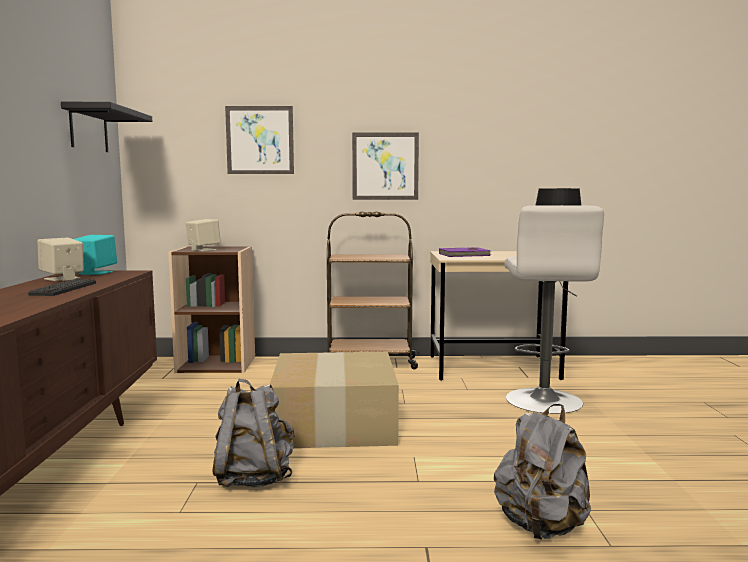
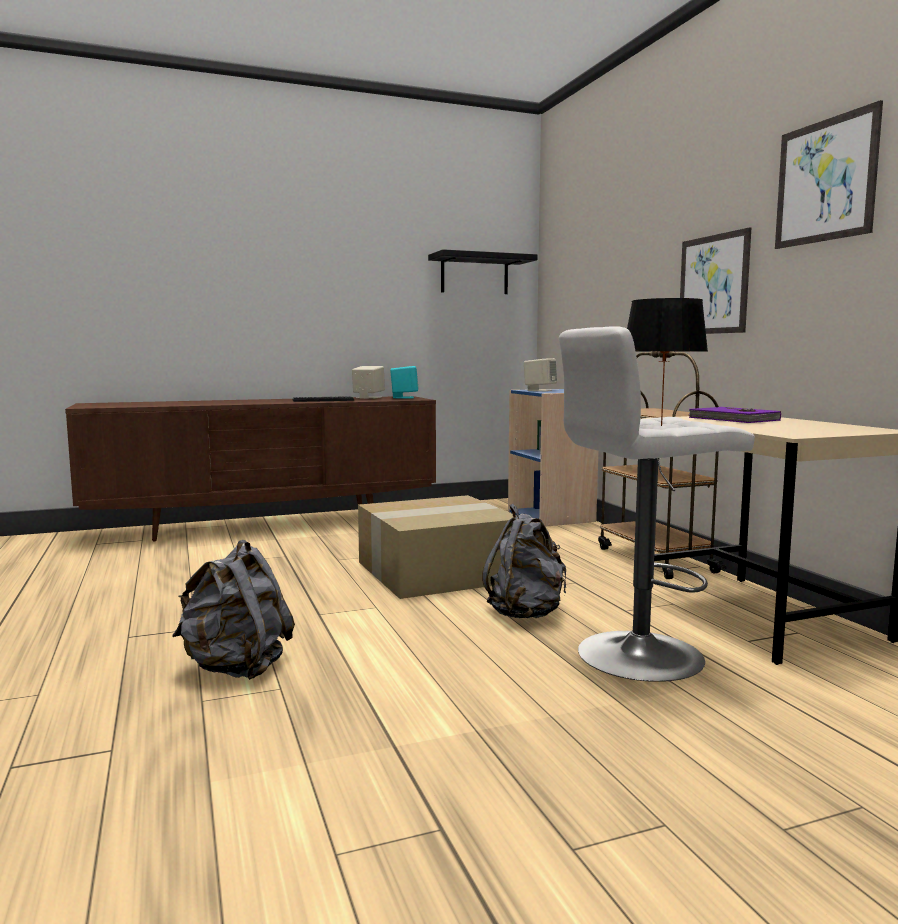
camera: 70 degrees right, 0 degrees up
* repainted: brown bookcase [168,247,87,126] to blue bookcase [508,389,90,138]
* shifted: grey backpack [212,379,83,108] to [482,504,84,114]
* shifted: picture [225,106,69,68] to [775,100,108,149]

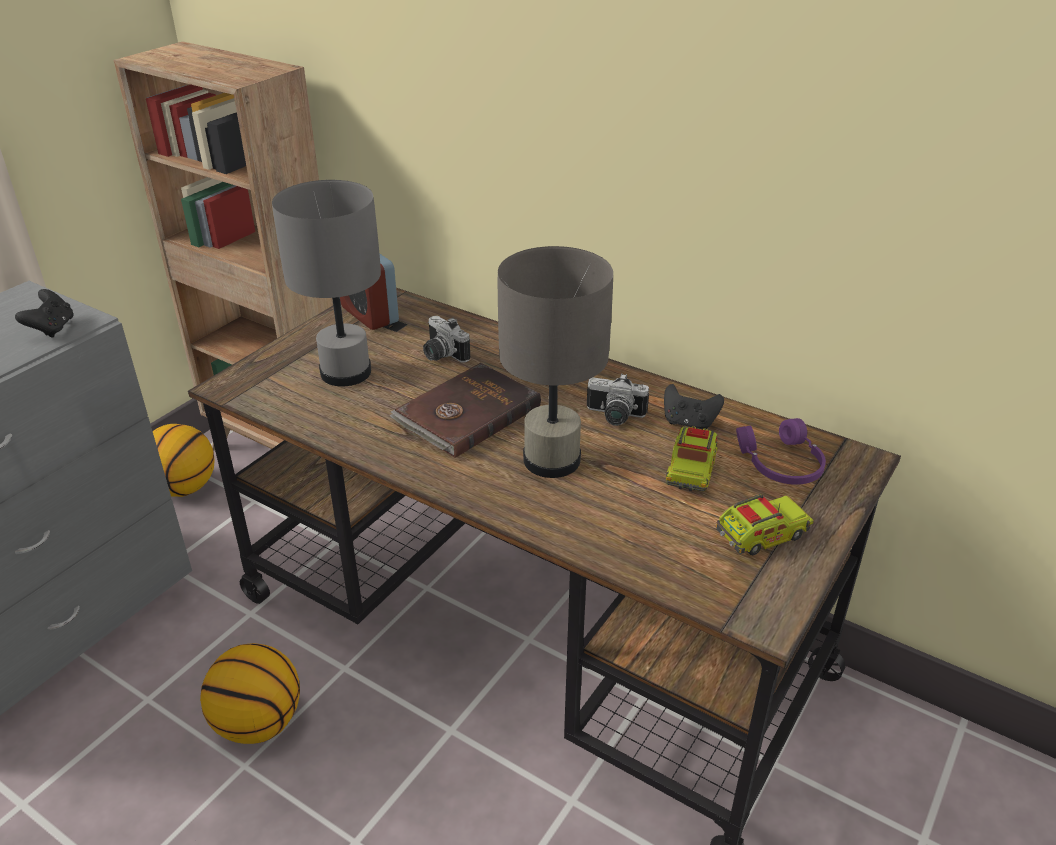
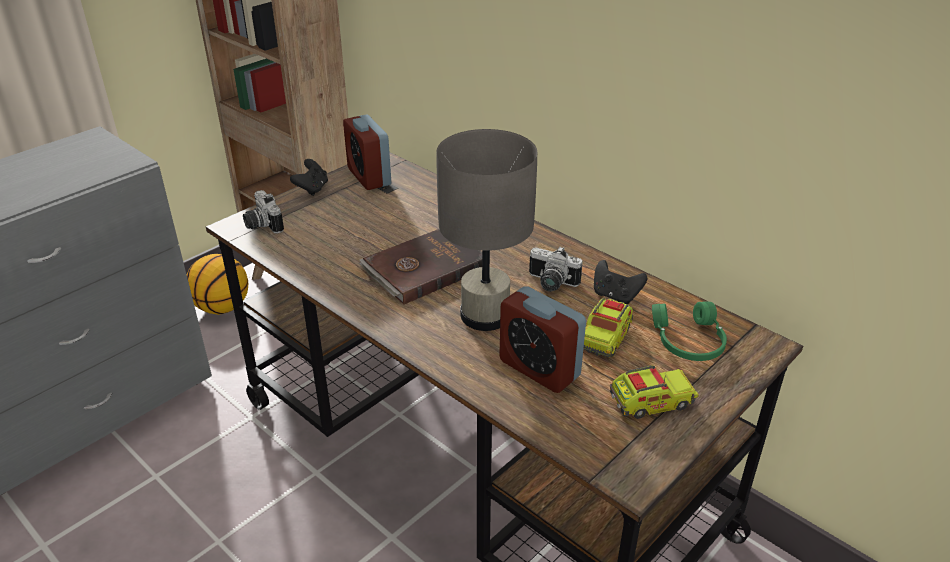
camera: 10 degrees right, 0 degrees up
* shifted: black game controller [15,289,59,49] to [290,159,38,37]
* gone: basketball [200,643,100,101]
* gone: grey table lamp [272,180,109,206]
* shifted: photo camera [423,316,47,47] to [243,190,41,43]
* repainted: purple headphones [736,418,90,67] to green headphones [652,302,75,59]
* new: alarm clock [499,286,87,107]

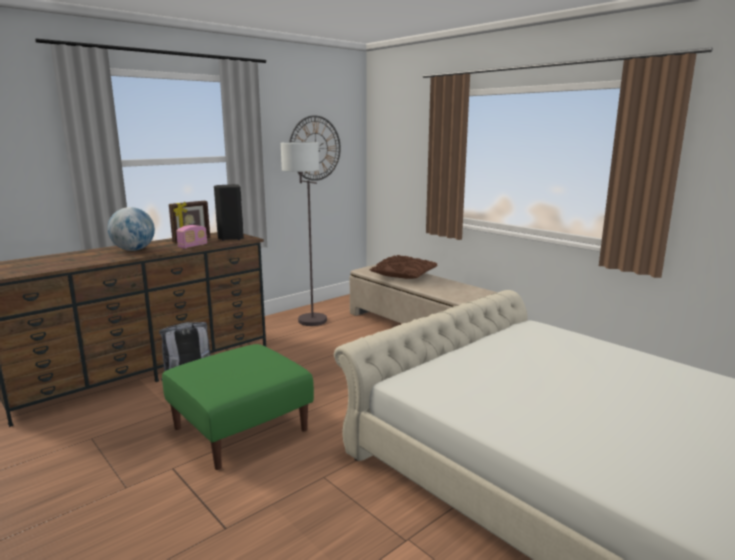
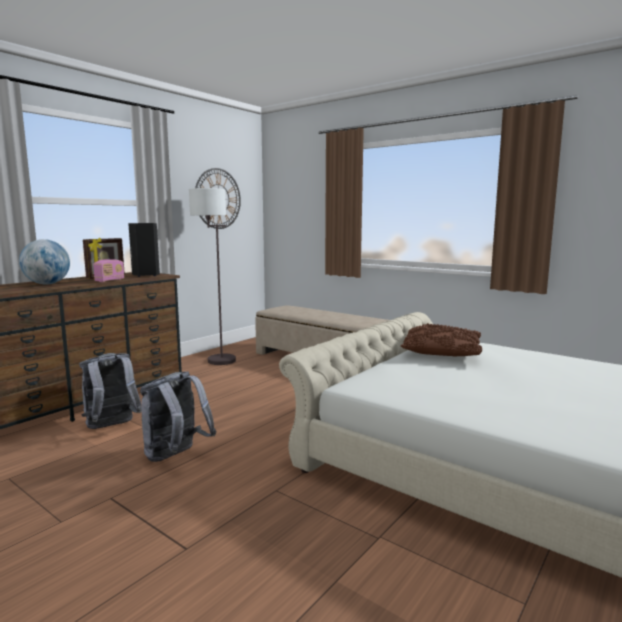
camera: 10 degrees left, 5 degrees down
* swapped: green ottoman [162,344,152,126] to grey backpack [140,372,76,90]
* shifted: brown pillow [369,255,69,24] to [401,323,81,34]

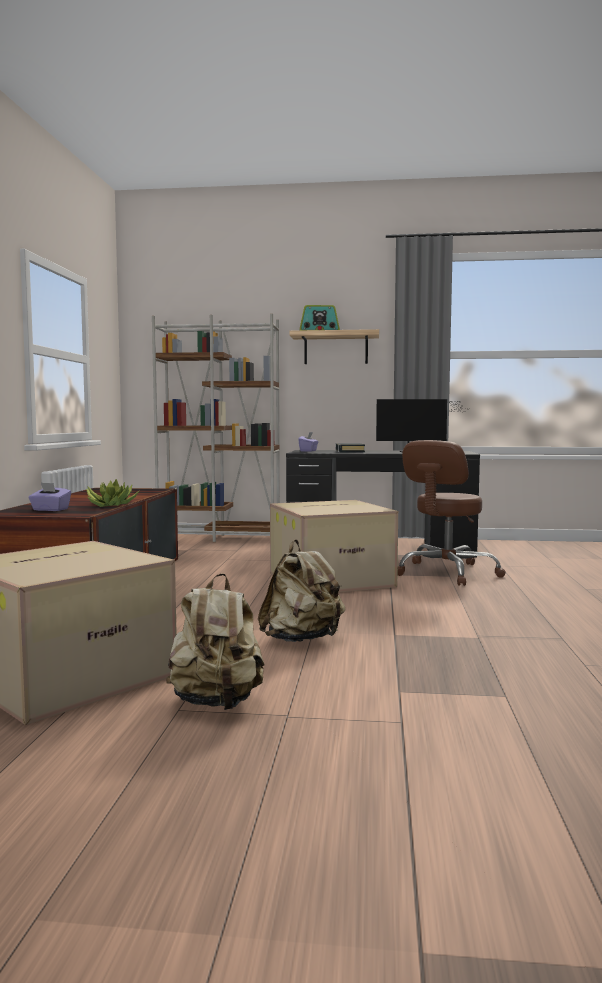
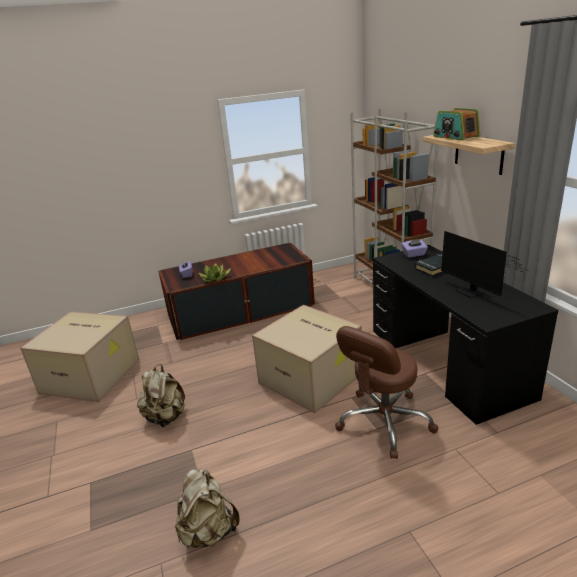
camera: 65 degrees right, 20 degrees up
* shifted: beige backpack [166,573,99,137] to [175,469,65,79]
* rotated: brown office chair [397,440,109,146] = [335,326,103,133] 60 degrees counterclockwise

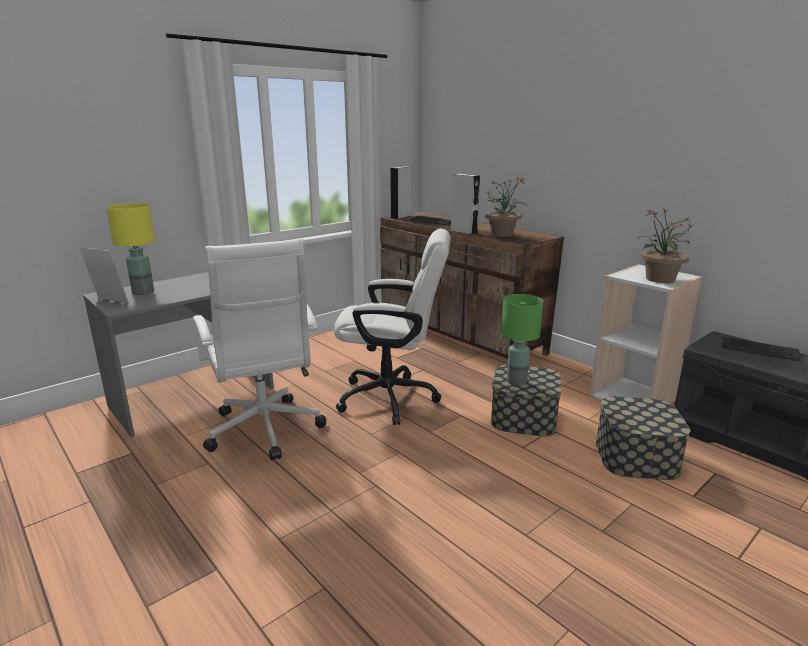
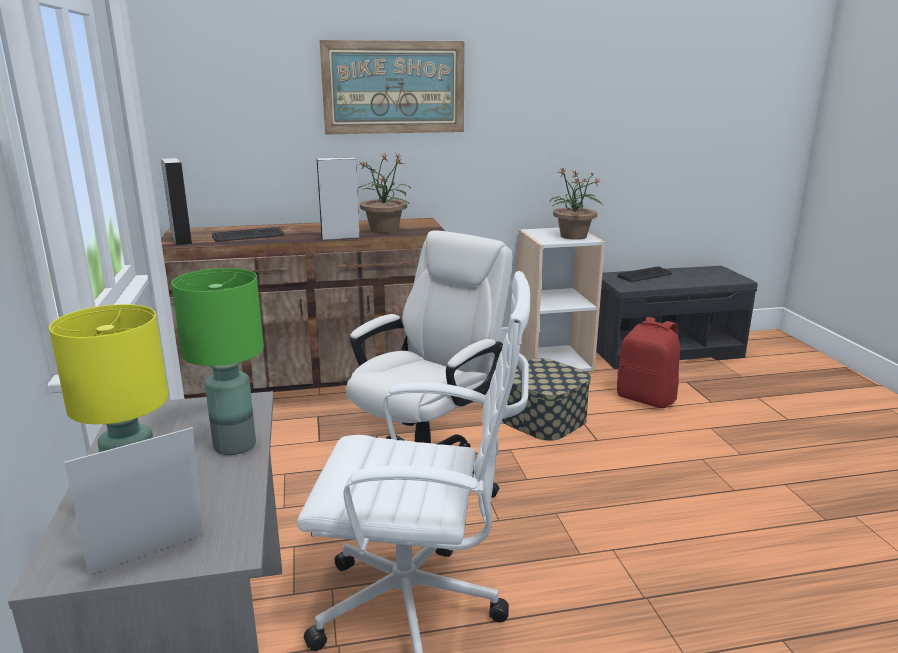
camera: 60 degrees left, 0 degrees up
* shifted: green table lamp [501,294,42,92] to [171,268,93,187]
* swapped: storage box [596,396,95,84] to red backpack [617,317,63,91]
* new: picture [320,40,145,94]

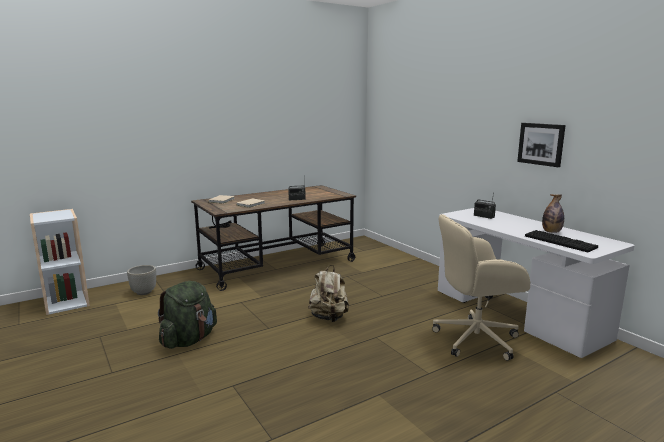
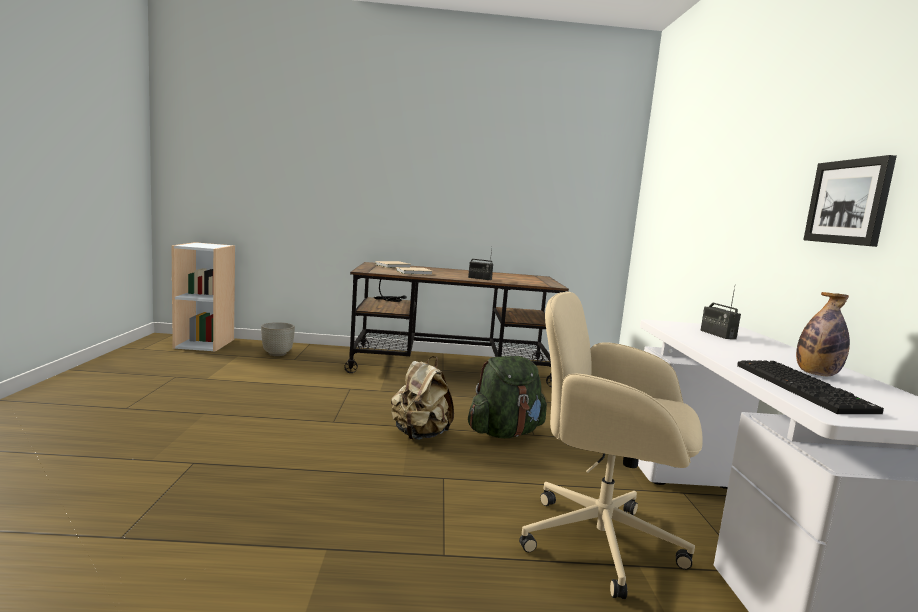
camera: 30 degrees right, 5 degrees down
* shifted: green backpack [158,281,59,68] to [468,356,79,82]

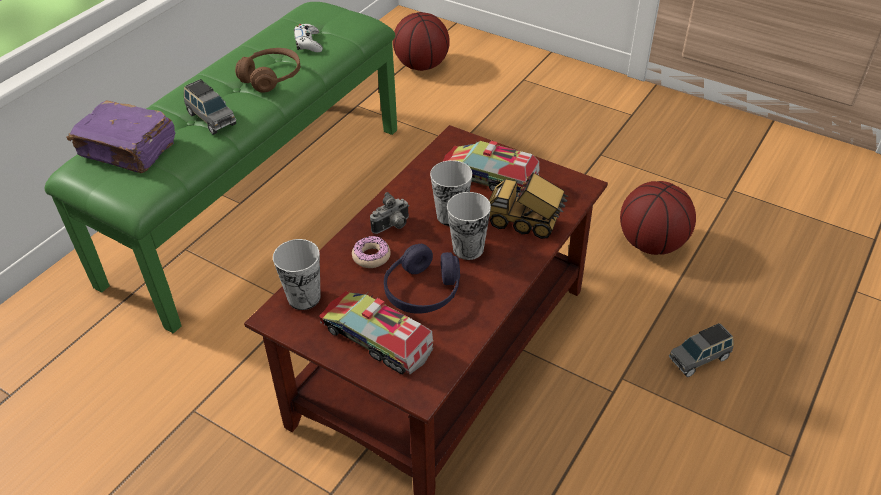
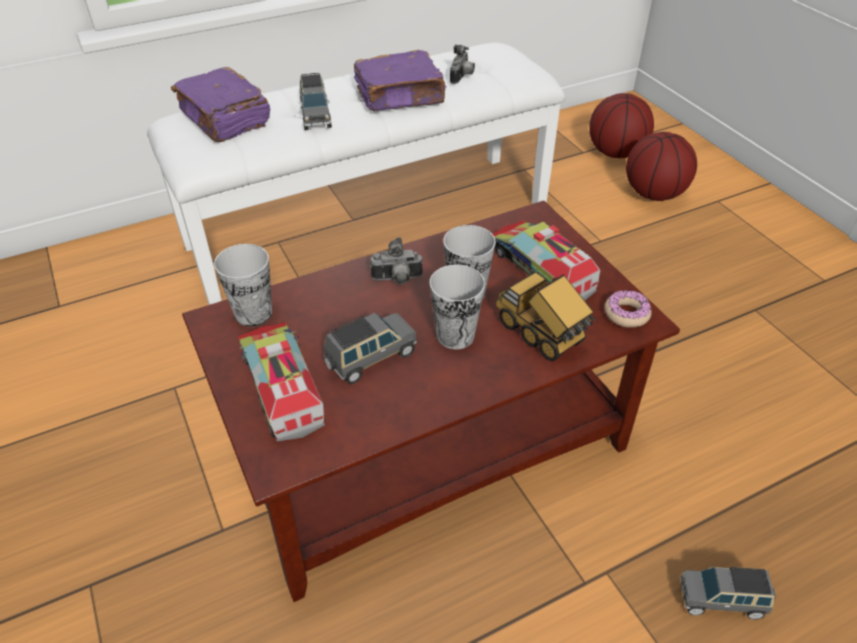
camera: 30 degrees right, 0 degrees up
* repainted: green bench [45,2,352,331] to white bench [147,42,418,263]
* swapped: brown headphones [235,48,65,45] to purple book [354,50,93,61]
* swapped: white game controller [294,24,29,28] to photo camera [450,45,25,39]
* shifted: donut [352,236,39,32] to [604,290,48,38]
* swapped: purple headphones [384,244,76,70] to grey toy car [324,313,93,71]
* shifted: basketball [620,181,76,74] to [626,132,71,69]

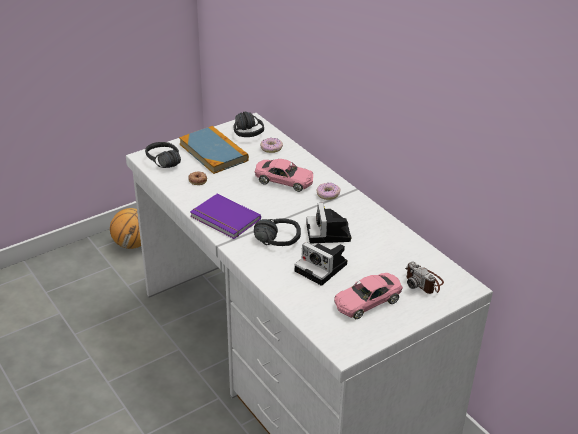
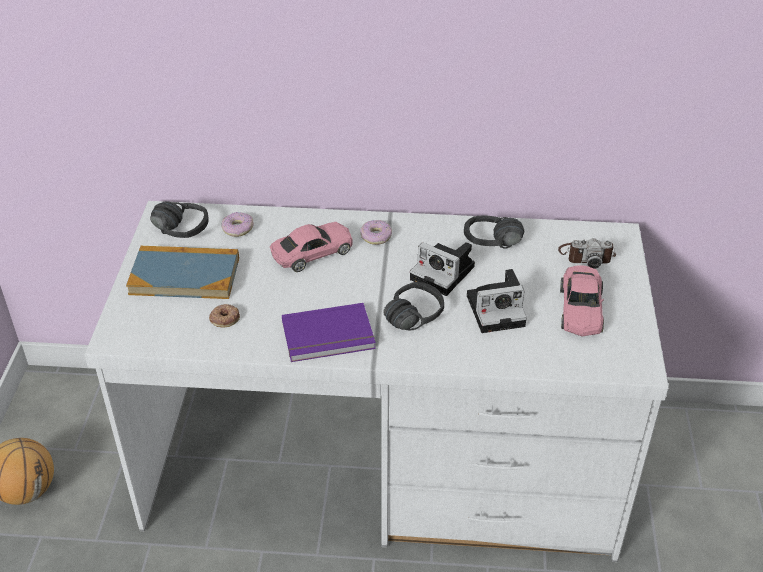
camera: 50 degrees left, 5 degrees up
* shifted: black headphones [145,142,36,26] to [464,215,60,34]

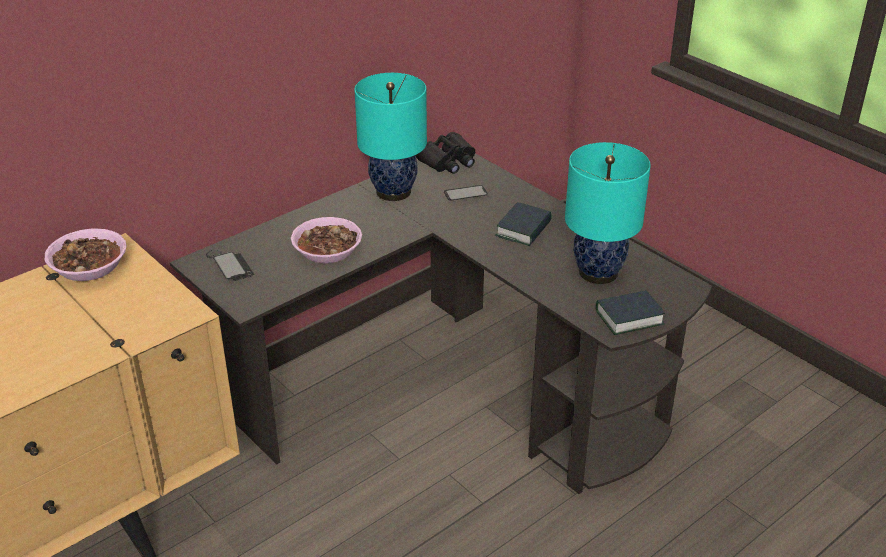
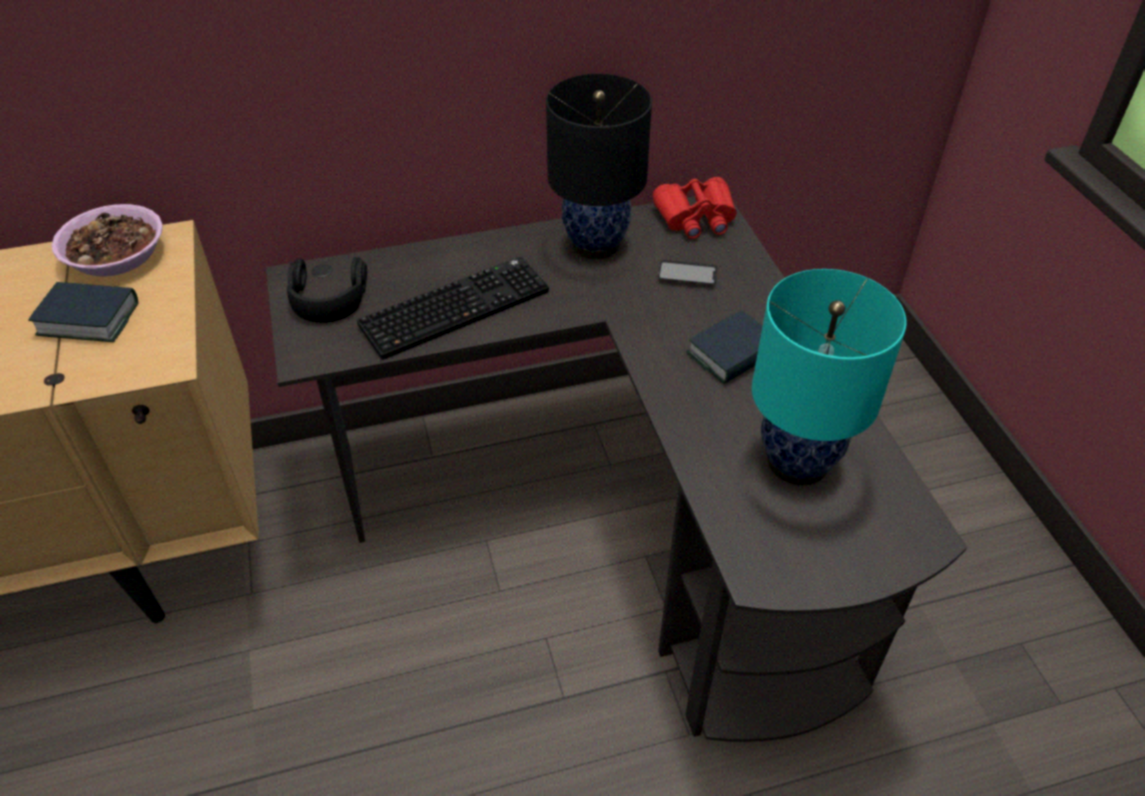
camera: 25 degrees right, 10 degrees up
* swapped: phone [213,252,41,29] to black headphones [287,257,80,66]
* swapped: bowl [291,217,71,47] to keyboard [357,256,192,104]
* repainted: turquoise table lamp [355,73,72,128] to black table lamp [546,74,106,185]
* repainted: black binoculars [415,132,60,42] to red binoculars [653,177,84,62]
* shifted: book [596,290,69,45] to [28,282,110,60]

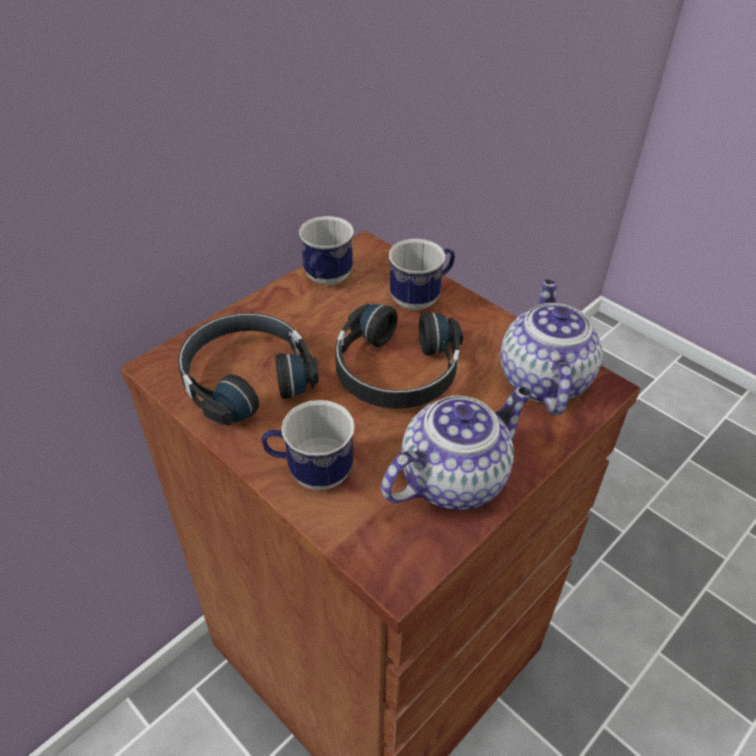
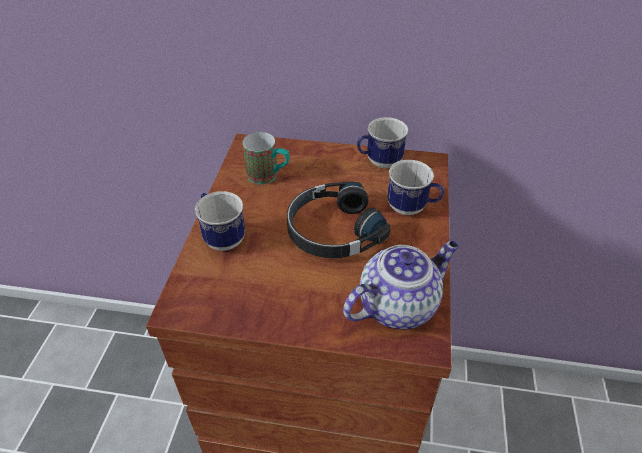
camera: 55 degrees right, 0 degrees up
* swapped: black headphones [178,313,141,113] to mug [242,132,48,52]
* gone: teapot [381,387,151,123]

